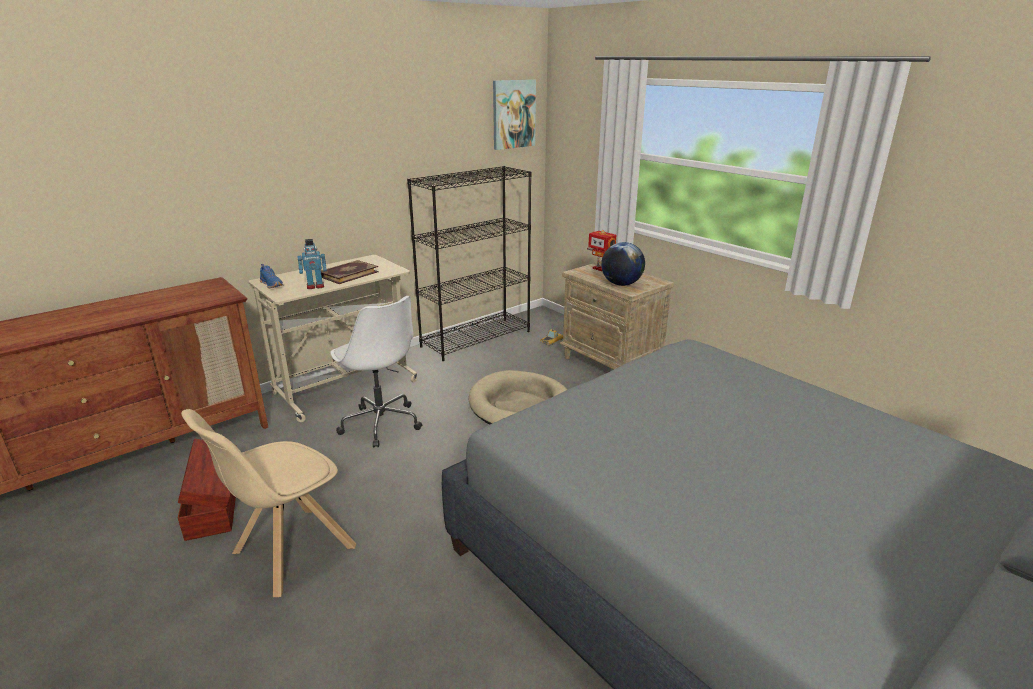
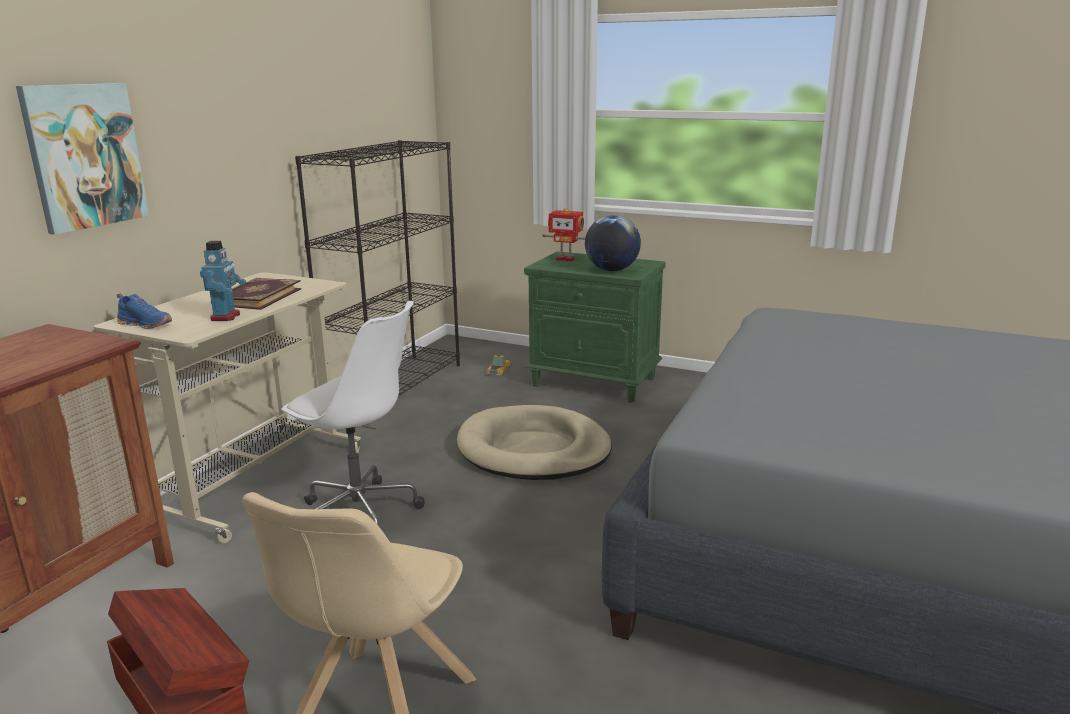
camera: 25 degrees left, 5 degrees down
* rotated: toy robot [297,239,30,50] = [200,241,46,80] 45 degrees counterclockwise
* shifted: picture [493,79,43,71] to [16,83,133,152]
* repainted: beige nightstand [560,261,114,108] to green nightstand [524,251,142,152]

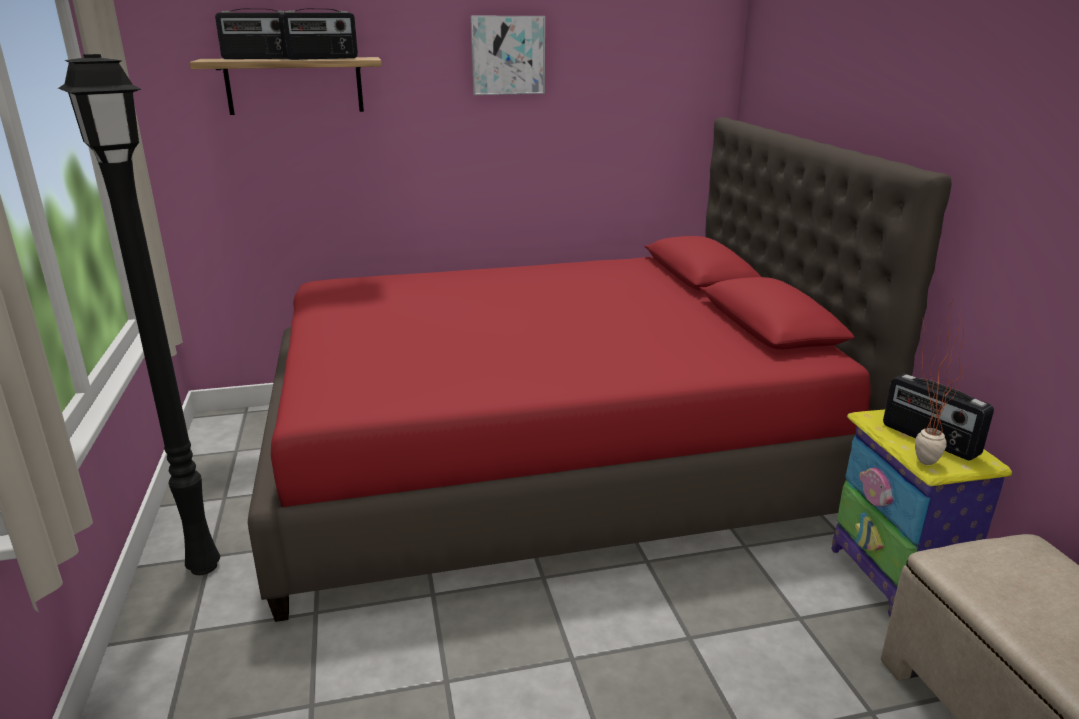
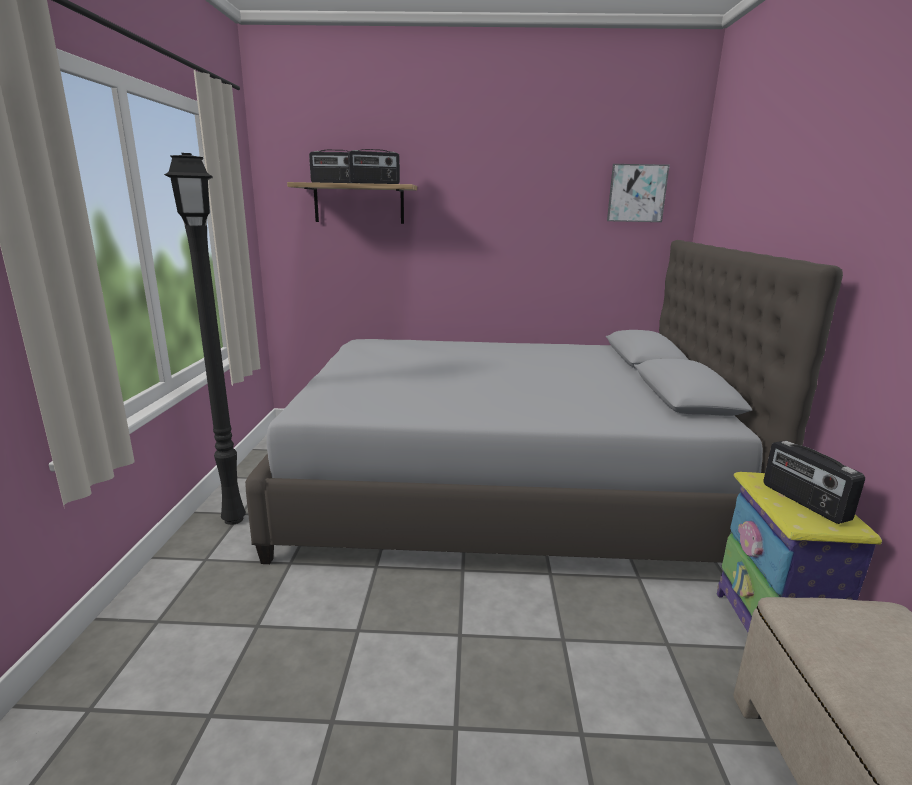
camera: 15 degrees right, 5 degrees down
* repainted: red bed [248,117,704,505] to grey bed [245,240,598,324]
* shifted: picture [471,16,74,79] to [607,164,63,58]
* gone: potted plant [915,299,53,166]

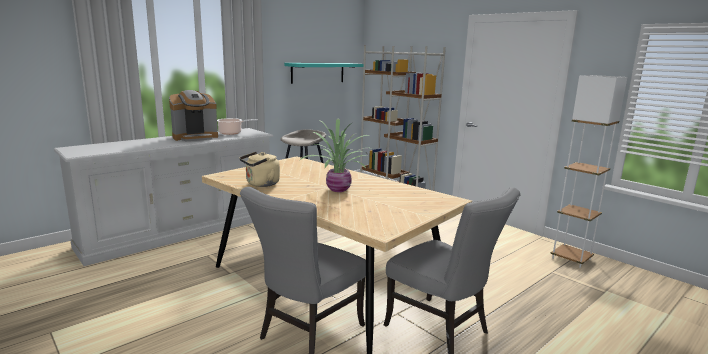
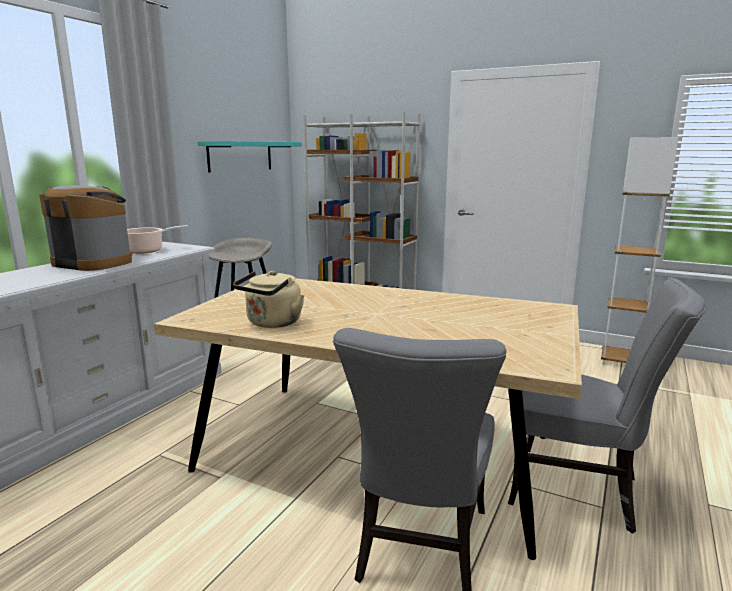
camera: 20 degrees left, 0 degrees up
* rotated: coffee machine [169,90,49,51] = [39,185,93,86] 105 degrees counterclockwise
* gone: potted plant [298,118,74,74]

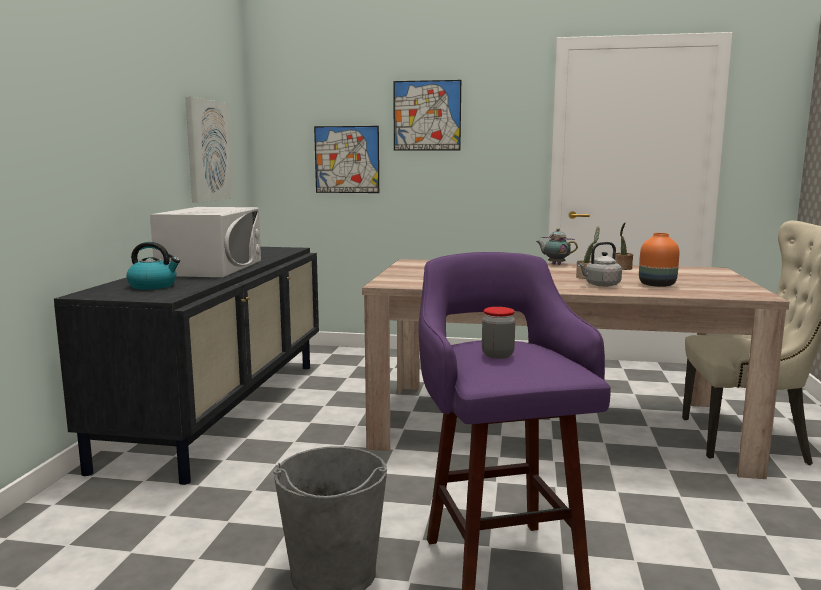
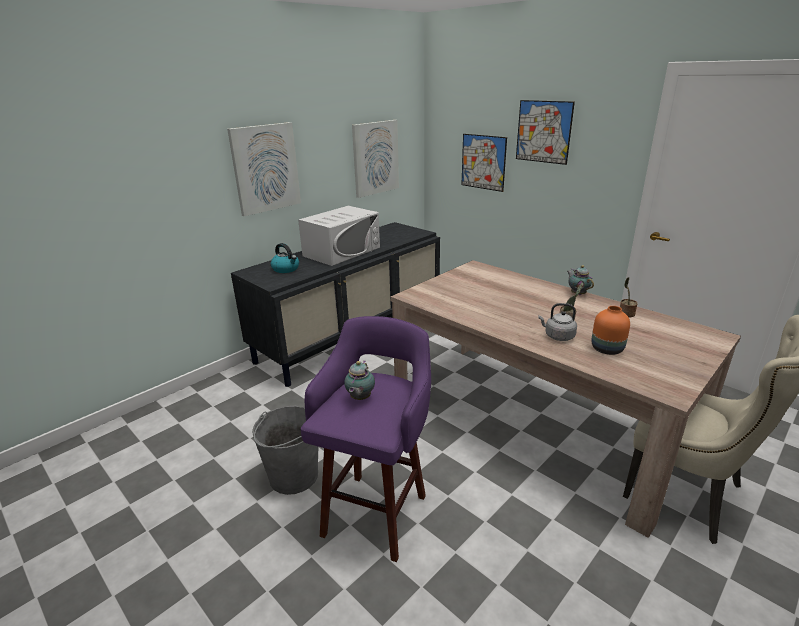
camera: 35 degrees right, 15 degrees up
* swapped: jar [482,307,33,52] to teapot [344,361,31,39]
* new: picture [227,122,74,94]

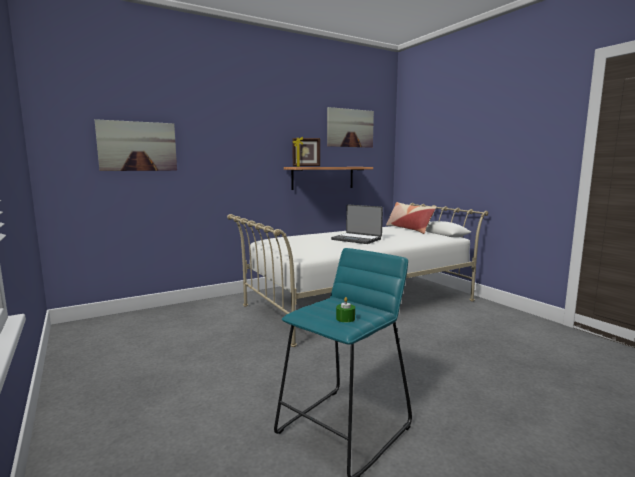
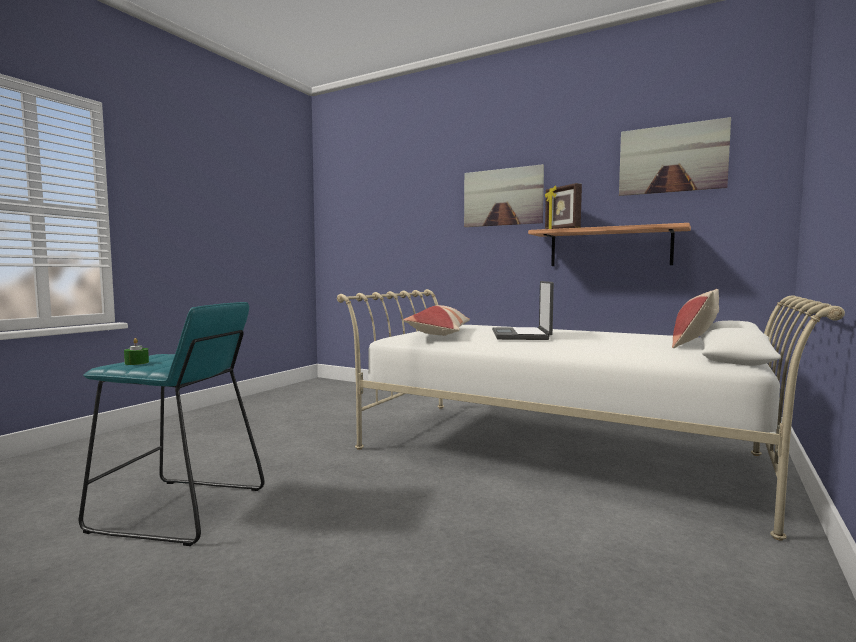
camera: 60 degrees right, 5 degrees down
* shifted: picture [95,119,82,52] to [464,164,80,63]
* new: pillow [403,305,67,31]

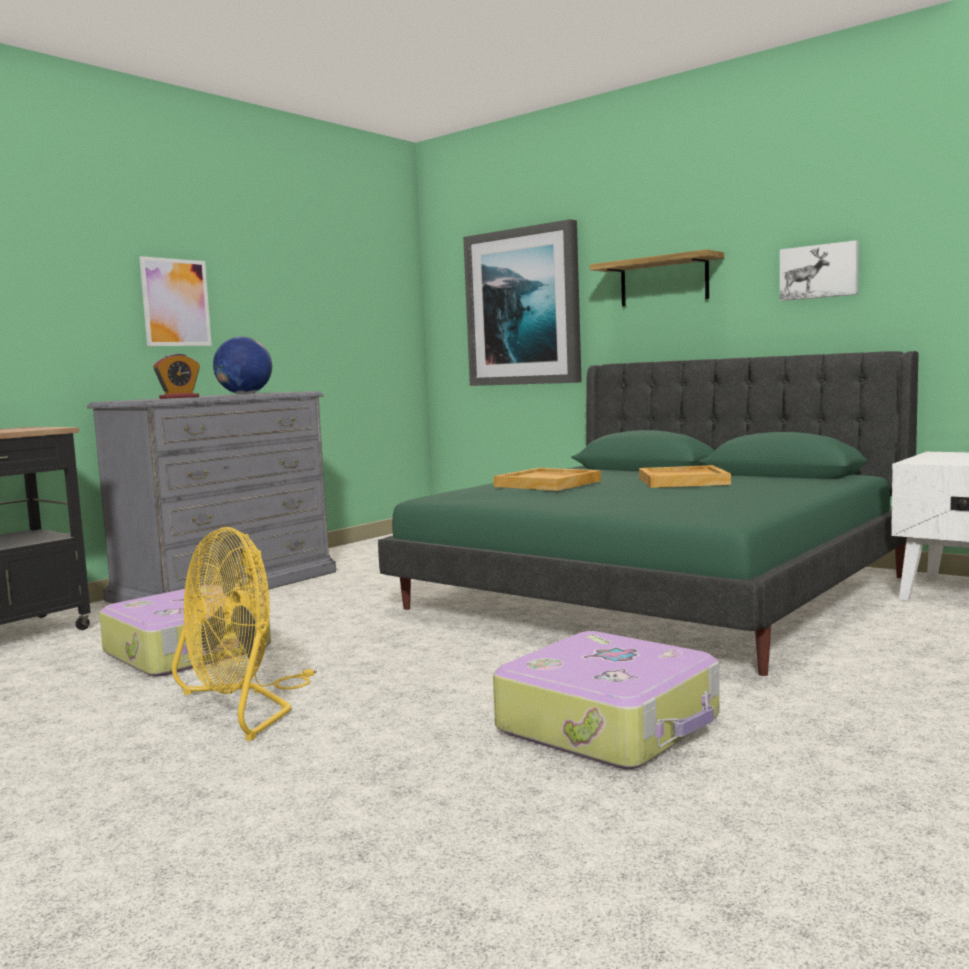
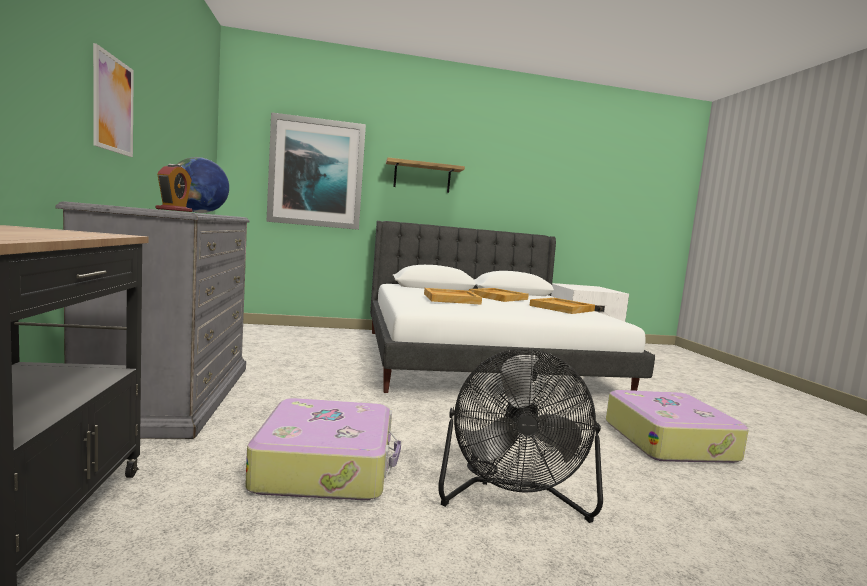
camera: 50 degrees left, 0 degrees up
* repainted: yellow fan [172,527,145,214] to black fan [438,348,165,175]
* repainted: green bed [378,351,541,325] to white bed [370,221,285,172]
* gone: picture [780,240,79,61]
* new: beige tray [529,298,66,16]

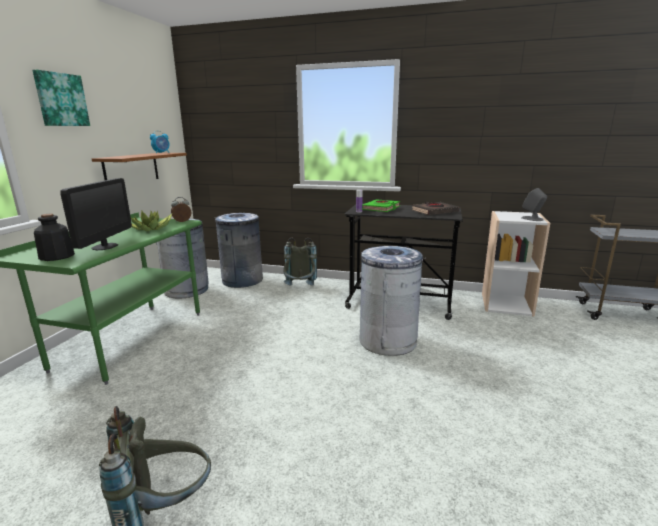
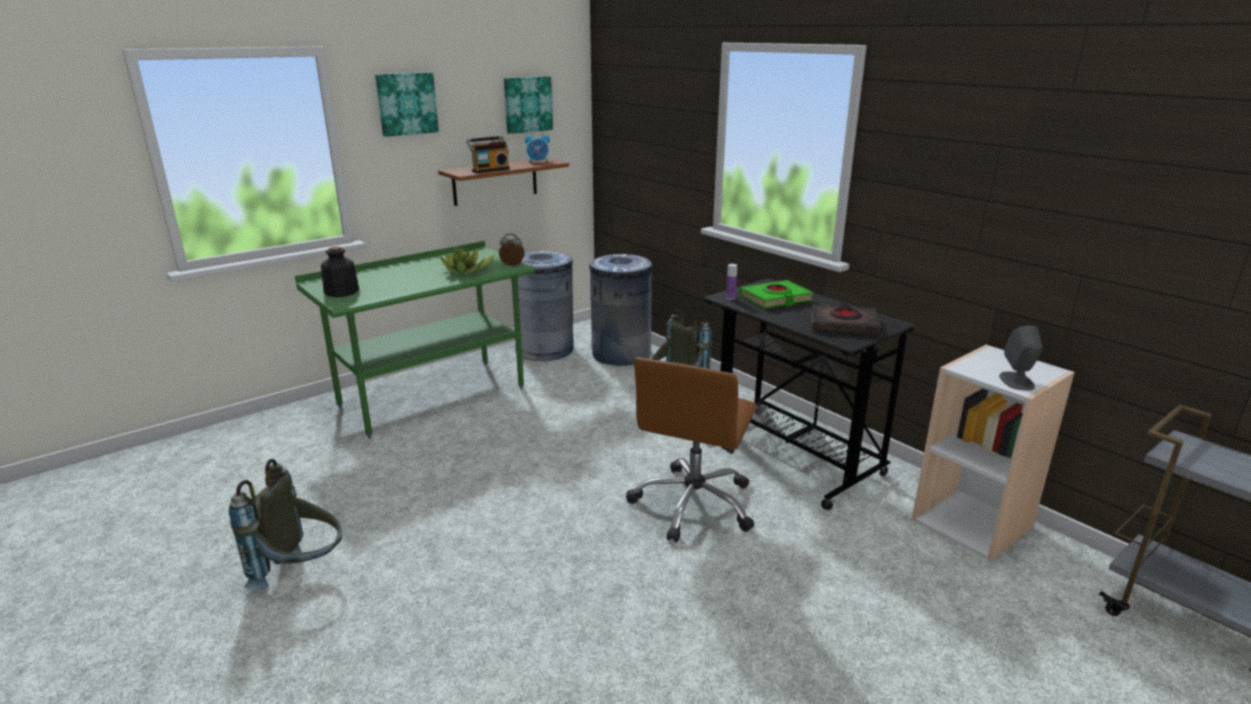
camera: 35 degrees right, 5 degrees up
* gone: monitor [60,178,72,72]
* swapped: grey trash can [359,246,64,110] to brown office chair [626,357,131,185]
* new: radio [466,136,44,37]
* new: picture [504,76,49,58]

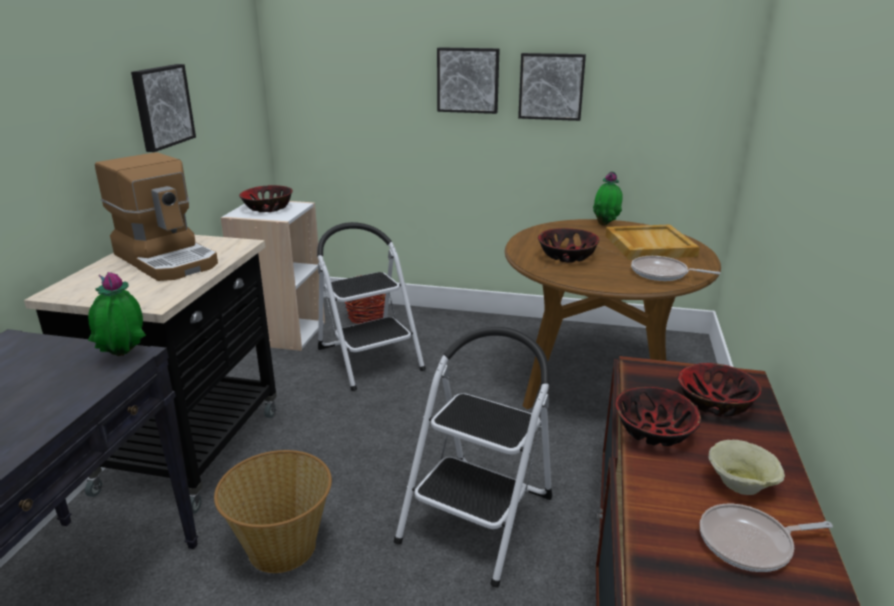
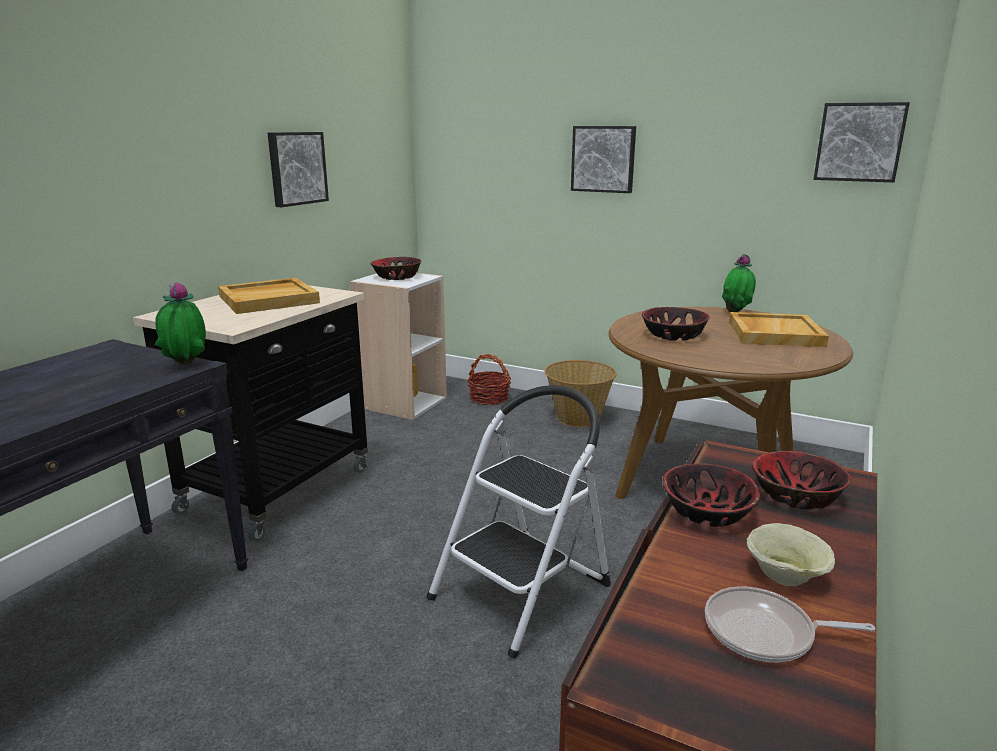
camera: 15 degrees right, 5 degrees down
* swapped: coffee machine [95,152,123,129] to beige tray [218,278,102,36]
* shifted: basket [214,450,118,123] to [544,360,73,67]
* gone: step ladder [317,222,109,169]
* shifted: picture [518,53,68,68] to [813,102,97,80]
* gone: frying pan [631,256,90,25]

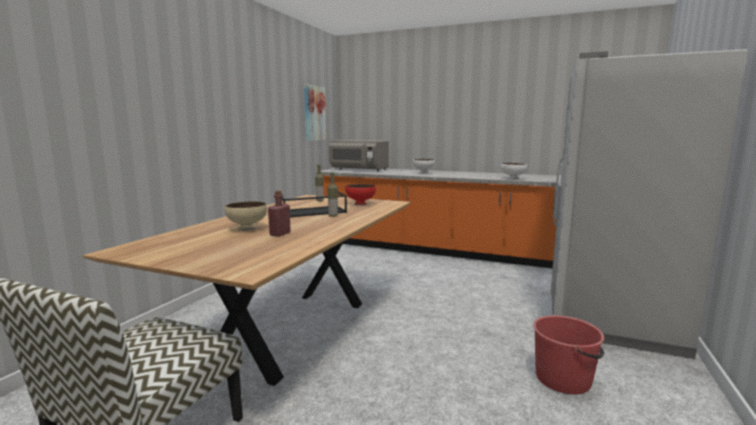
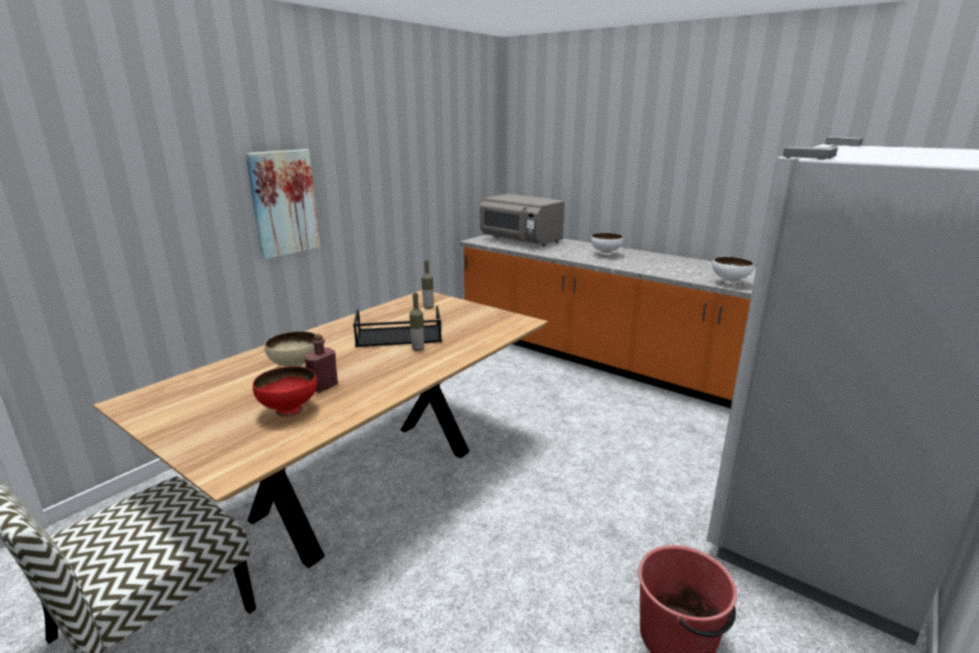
camera: 15 degrees right, 10 degrees up
* shifted: picture [304,84,22,57] to [245,149,75,111]
* shifted: red bowl [345,184,31,21] to [253,366,64,51]

